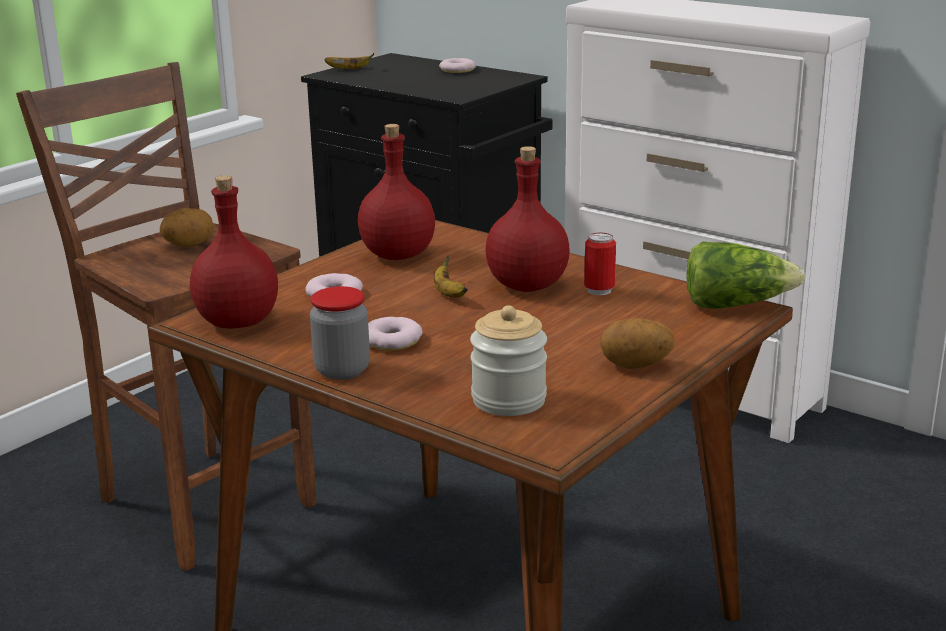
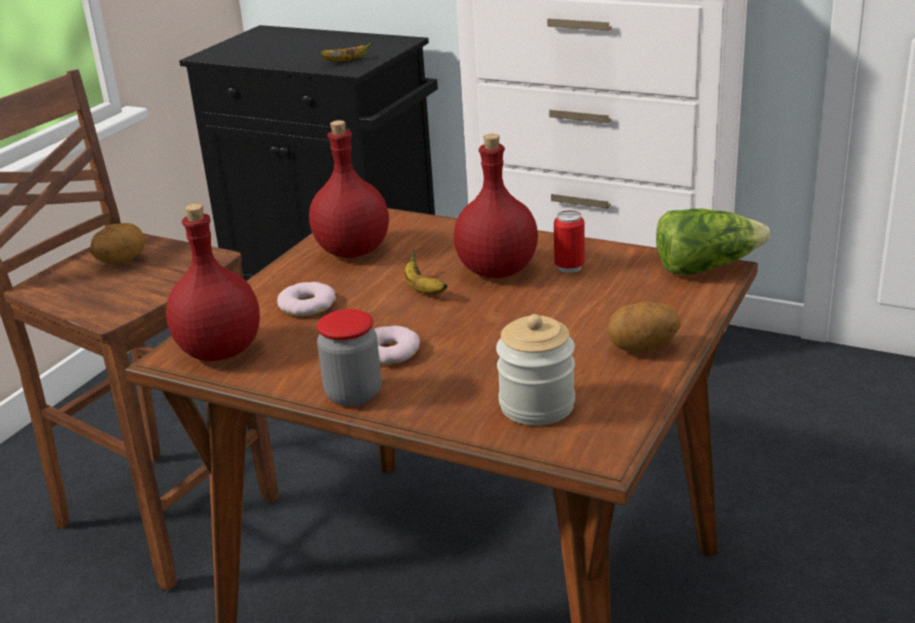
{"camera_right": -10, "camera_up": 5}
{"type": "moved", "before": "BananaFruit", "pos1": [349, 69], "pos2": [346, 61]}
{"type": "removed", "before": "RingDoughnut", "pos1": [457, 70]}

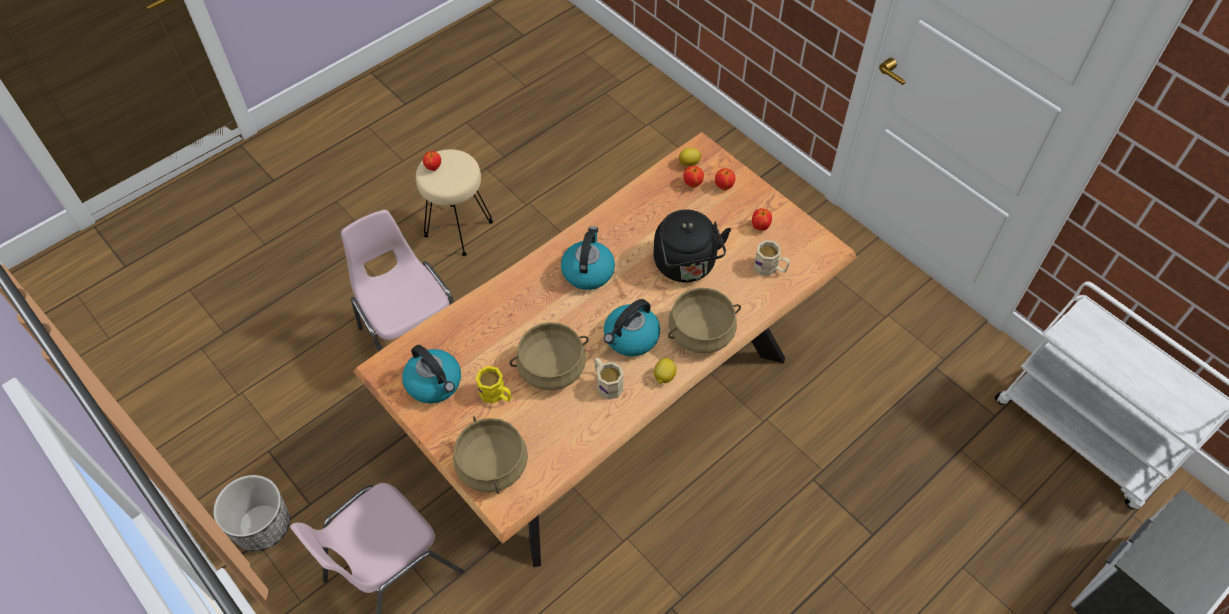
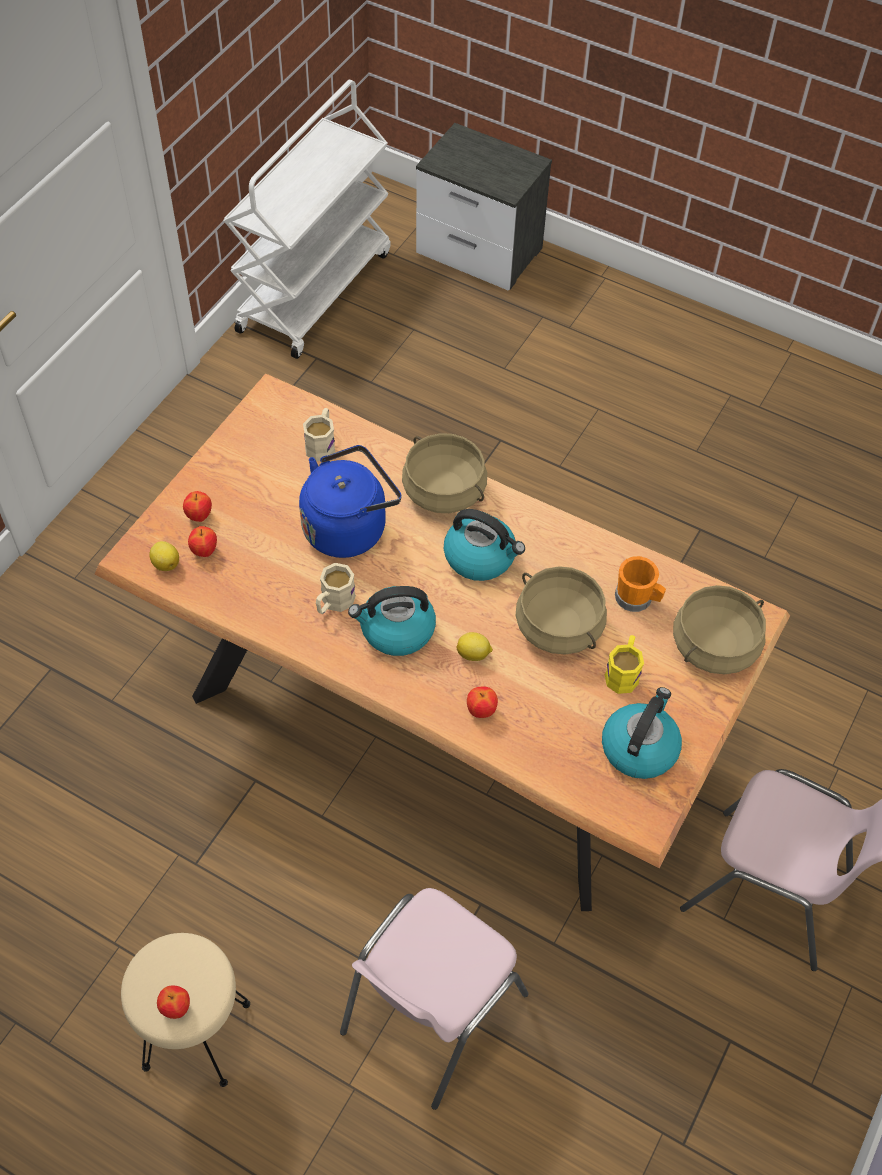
{"camera_right": -110, "camera_up": 0}
{"type": "recoloured", "before": "BlackColouredWaterKettle", "after": "BlueColouredWaterKettle", "pos1": [686, 266], "pos2": [349, 527]}
{"type": "moved", "before": "SandColouredCoffeeMug", "pos1": [606, 383], "pos2": [334, 603]}
{"type": "moved", "before": "Lemon", "pos1": [664, 376], "pos2": [473, 654]}
{"type": "moved", "before": "AppleFruit", "pos1": [760, 227], "pos2": [481, 711]}
{"type": "added", "after": "OrangeColouredCoffeeMug", "pos2": [637, 599]}
{"type": "removed", "before": "PlantPot", "pos1": [263, 526]}

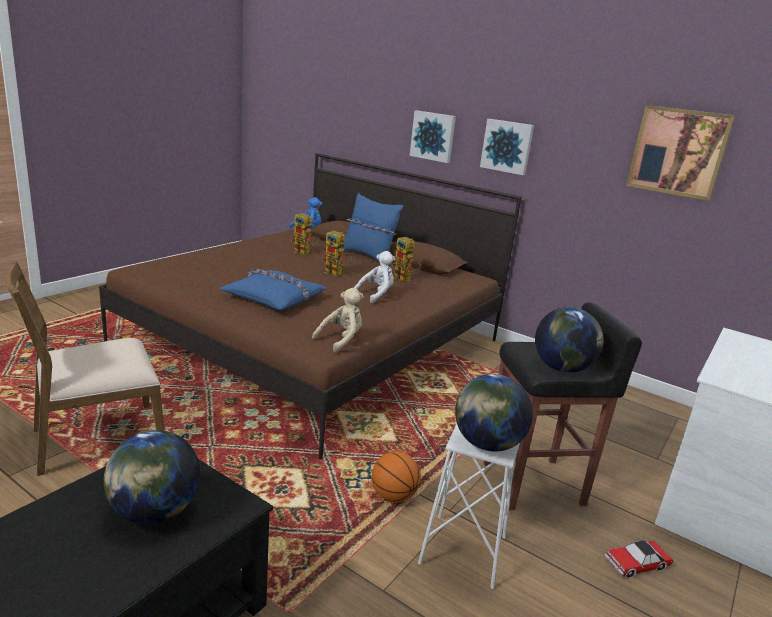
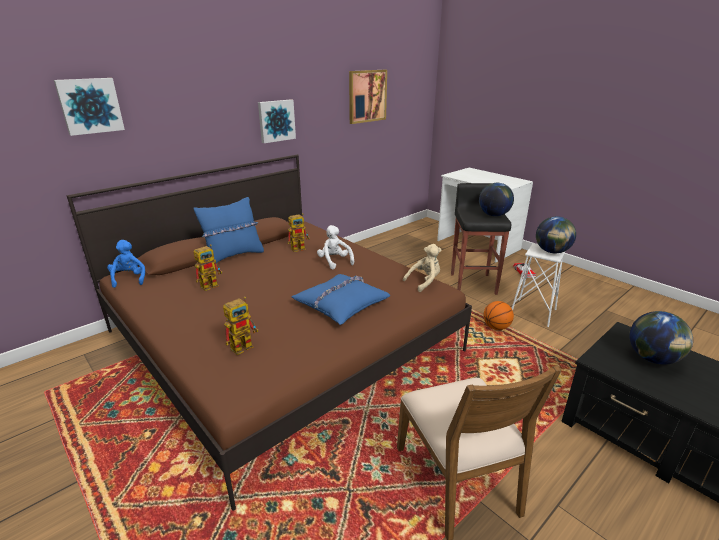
{"camera_right": -75, "camera_up": 5}
{"type": "moved", "before": "WallArt", "pos1": [433, 136], "pos2": [90, 106]}
{"type": "moved", "before": "ModelRobot", "pos1": [336, 274], "pos2": [245, 345]}
{"type": "turned", "before": "SandColouredSoftToy", "pos1": [341, 340], "pos2": [424, 282], "turn": 90}

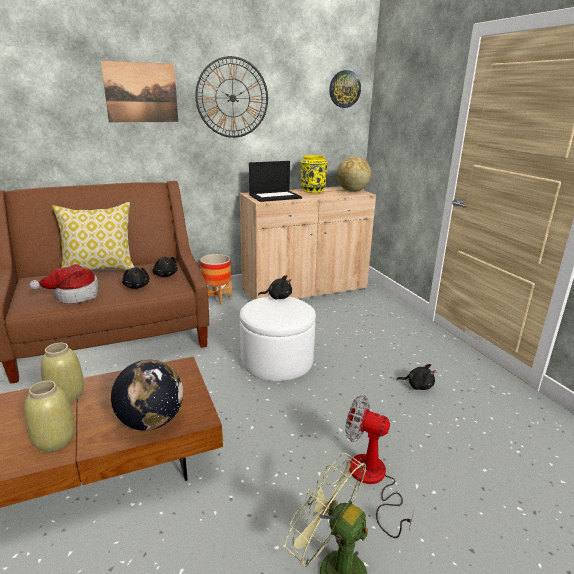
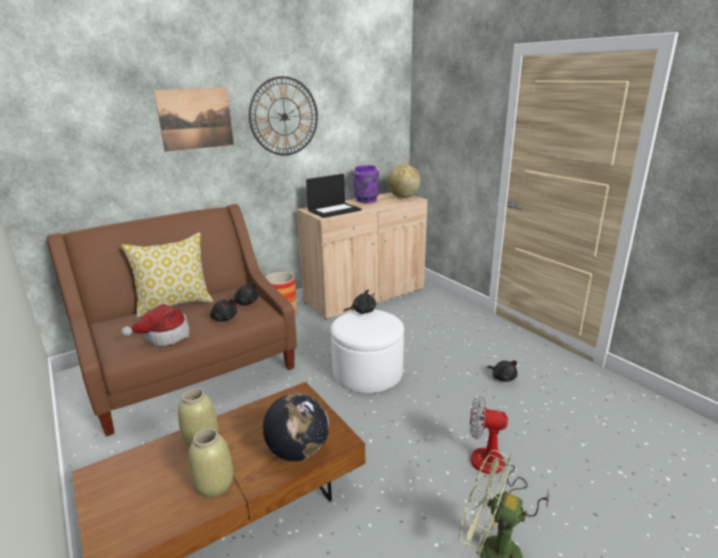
{"camera_right": -10, "camera_up": 0}
{"type": "recoloured", "before": "YellowishDecorativeVase", "after": "PurpleDecorativeVase", "pos1": [312, 191], "pos2": [366, 200]}
{"type": "turned", "before": "BlackColouredSoftToy", "pos1": [417, 385], "pos2": [502, 377], "turn": 45}
{"type": "removed", "before": "HangingClock", "pos1": [344, 89]}

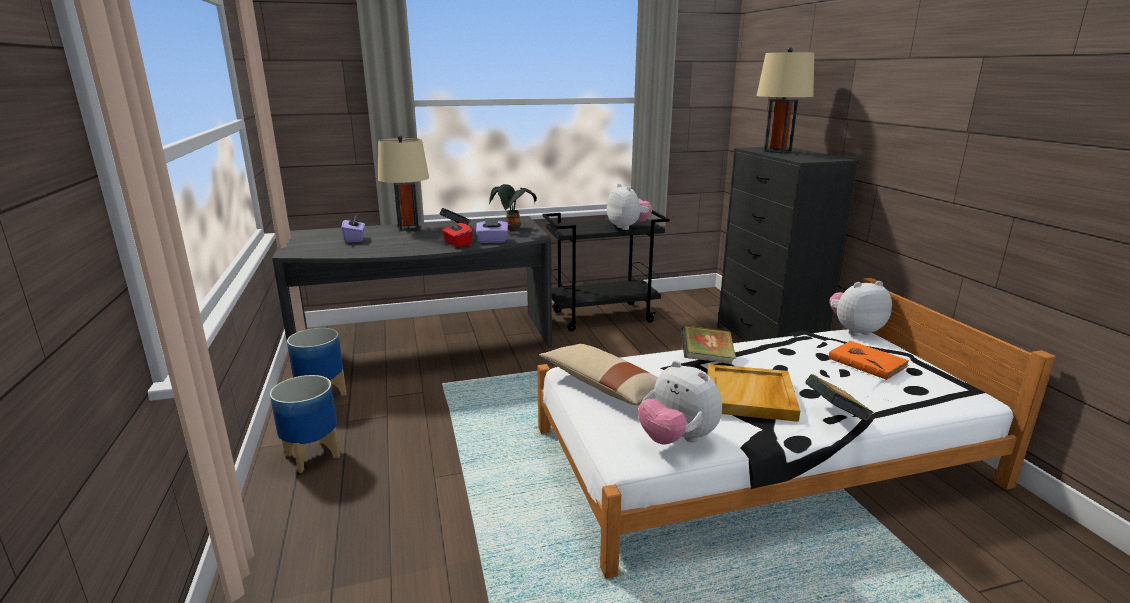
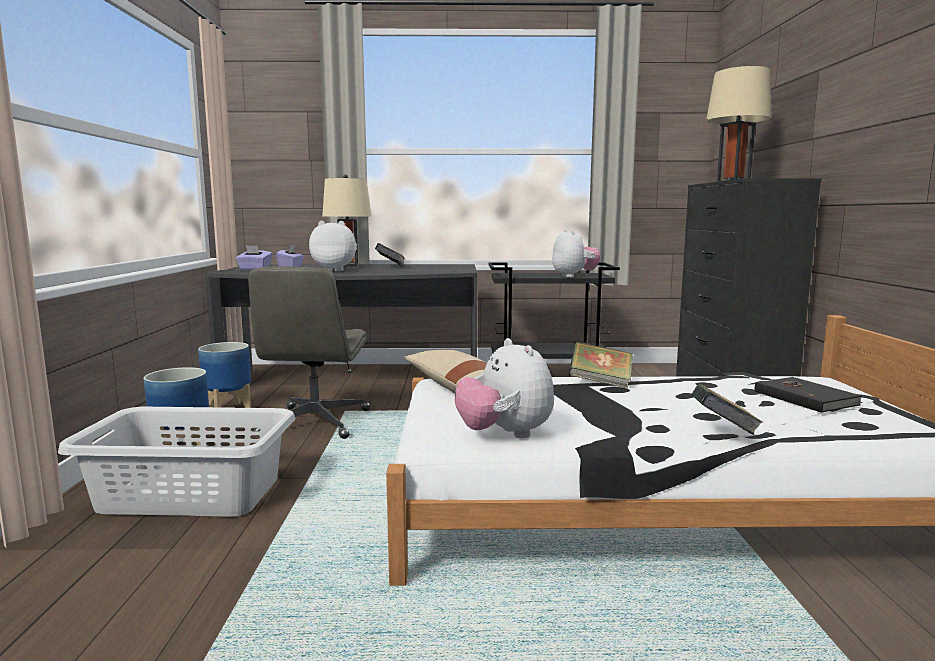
{"camera_right": 15, "camera_up": -10}
{"type": "added", "after": "GreyishLaundryBasket", "pos2": [190, 493]}
{"type": "moved", "before": "PurpleBoxOfTissues", "pos1": [492, 241], "pos2": [254, 269]}
{"type": "added", "after": "GreyishOfficeChair", "pos2": [315, 423]}
{"type": "moved", "before": "SoftToy", "pos1": [854, 330], "pos2": [335, 270]}
{"type": "recoloured", "before": "OrangeColouredBoundBook", "after": "BlackColouredBoundBook", "pos1": [867, 362], "pos2": [805, 397]}
{"type": "removed", "before": "ReddishBoxOfTissues", "pos1": [457, 244]}
{"type": "removed", "before": "PottedPlant", "pos1": [513, 229]}
{"type": "removed", "before": "SandColouredServingTray", "pos1": [750, 396]}

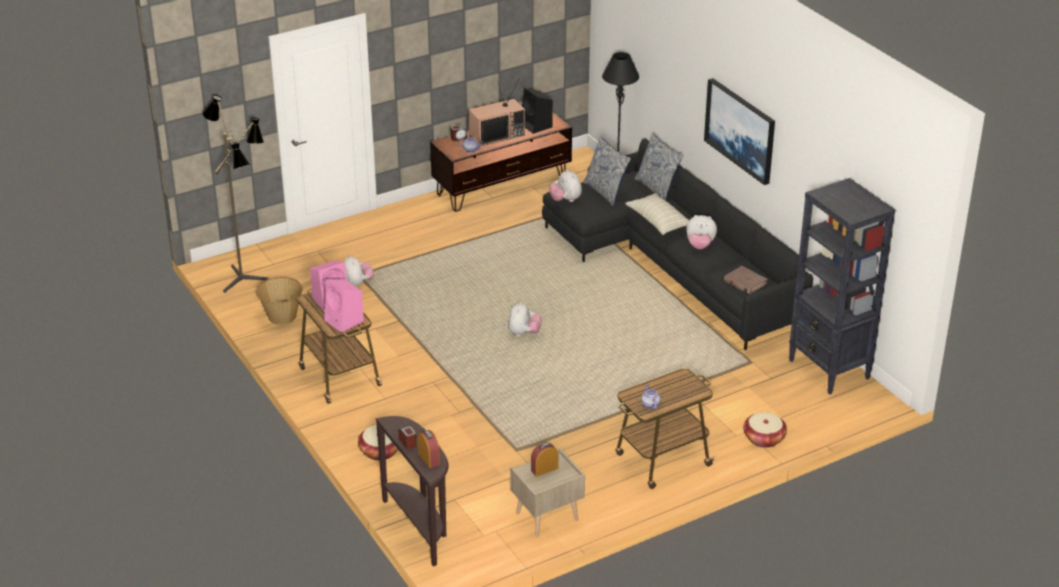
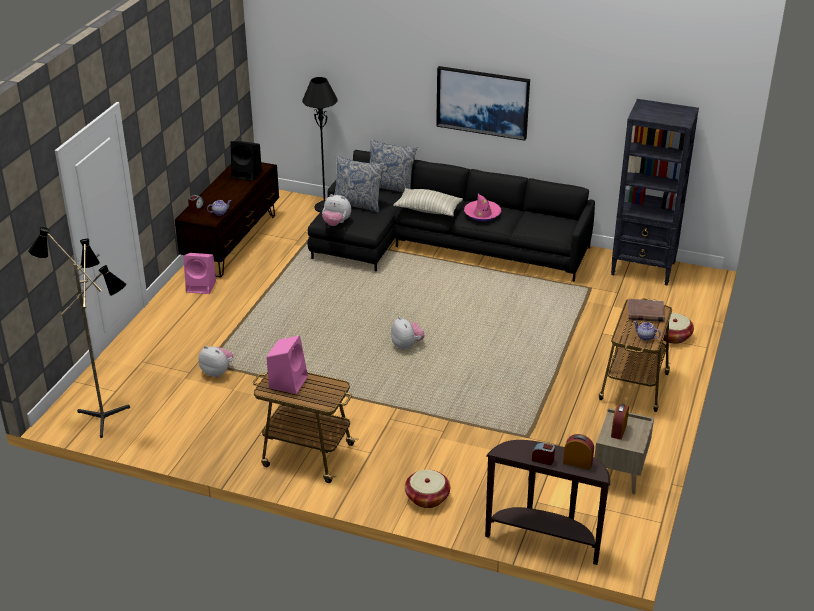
{"camera_right": -40, "camera_up": 0}
{"type": "moved", "before": "PinkColouredLoudspeaker", "pos1": [345, 321], "pos2": [202, 286]}
{"type": "replaced", "before": "SoftToy", "after": "PinkColouredClothingHat", "pos1": [700, 245], "pos2": [482, 214]}
{"type": "moved", "before": "BrownBoundBook", "pos1": [745, 282], "pos2": [645, 312]}
{"type": "removed", "before": "Basket", "pos1": [281, 316]}
{"type": "removed", "before": "Television", "pos1": [497, 135]}

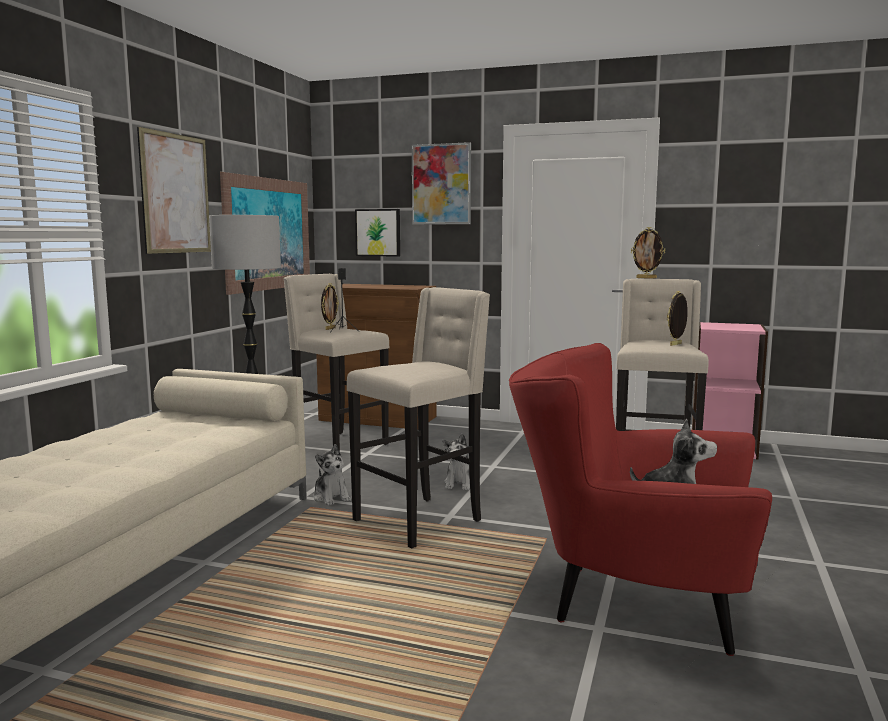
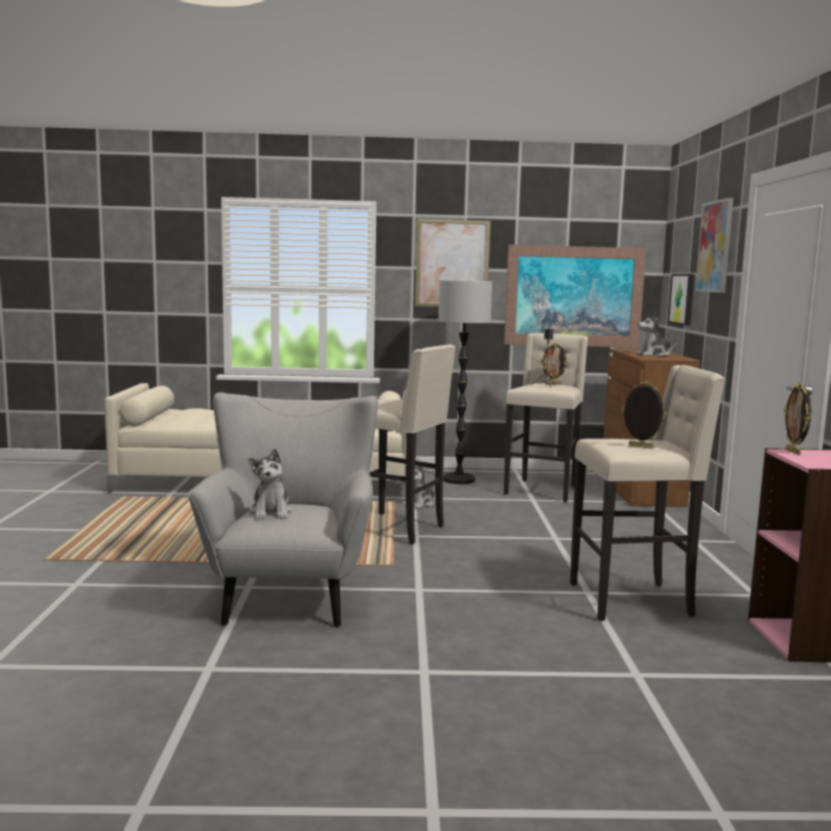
{"camera_right": 70, "camera_up": 0}
{"type": "recoloured", "before": "ReddishLoungeChair", "after": "GreyishLoungeChair", "pos1": [629, 602], "pos2": [291, 594]}
{"type": "moved", "before": "SoftToy", "pos1": [460, 483], "pos2": [654, 355]}
{"type": "moved", "before": "PhotoFrame", "pos1": [646, 278], "pos2": [794, 452]}

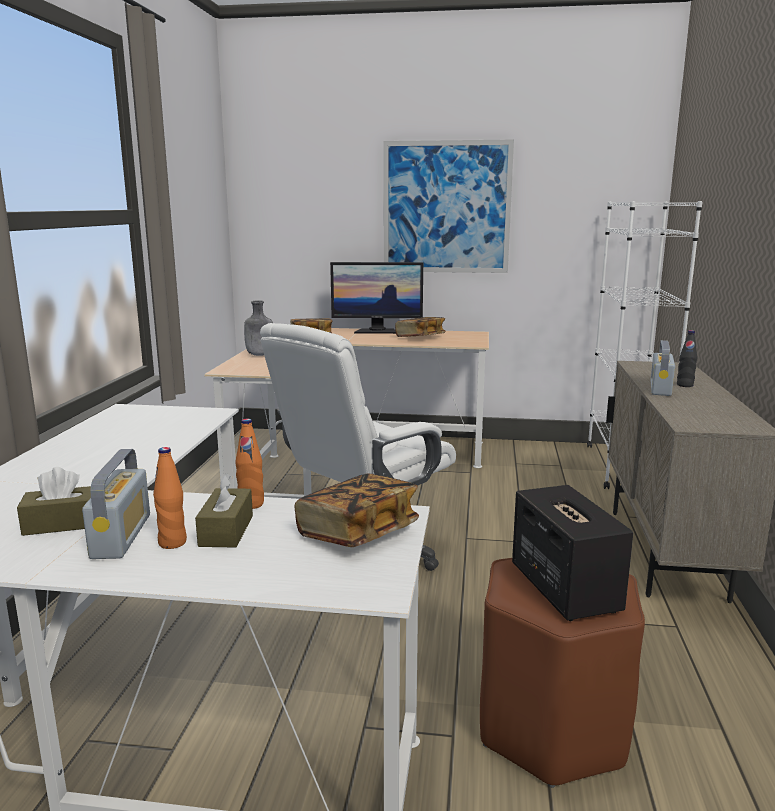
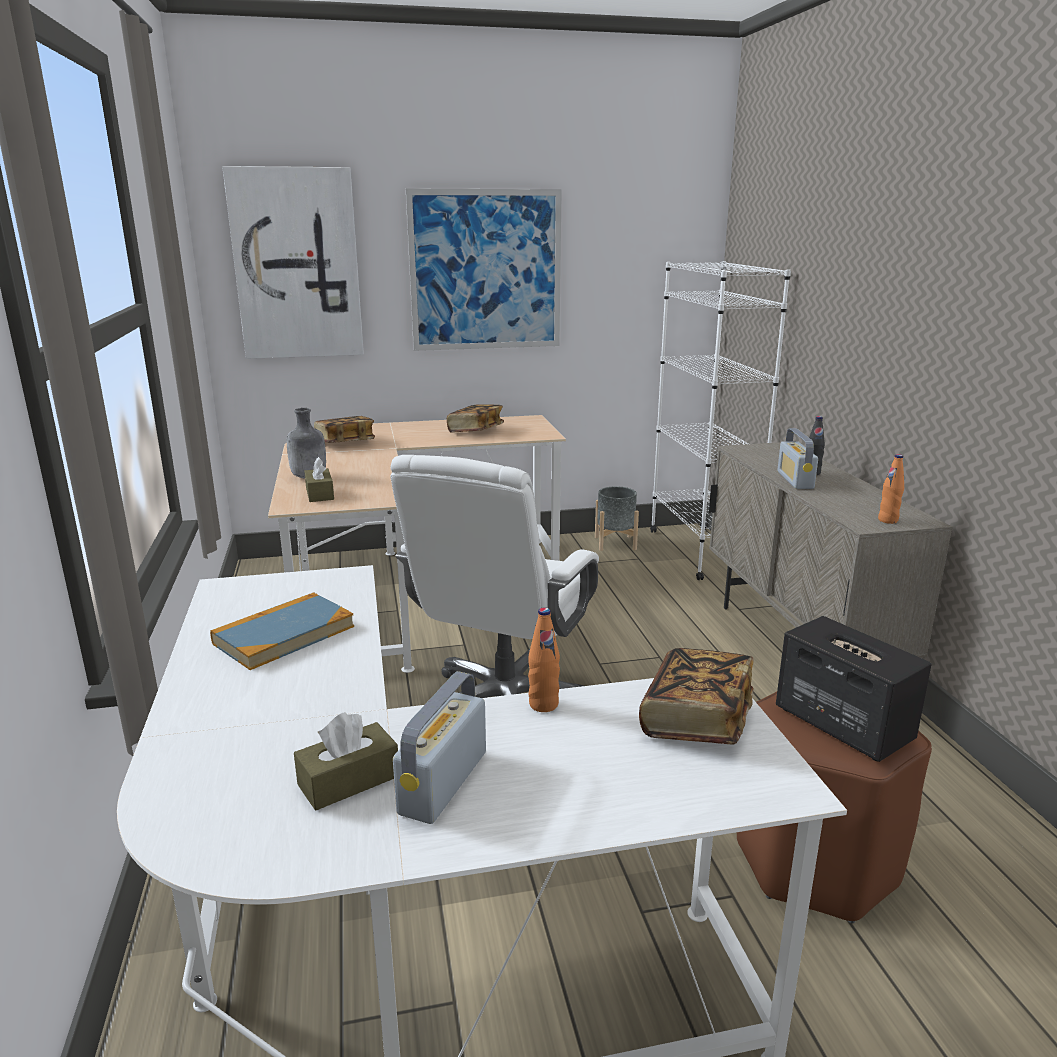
{"camera_right": -20, "camera_up": 5}
{"type": "added", "after": "BoundBook", "pos2": [284, 635]}
{"type": "added", "after": "WallArt", "pos2": [297, 264]}
{"type": "moved", "before": "BrownBoxOfTissues", "pos1": [226, 530], "pos2": [320, 494]}
{"type": "turned", "before": "RadioSet", "pos1": [121, 536], "pos2": [443, 782], "turn": -135}
{"type": "added", "after": "GreyishPlantPot", "pos2": [615, 543]}
{"type": "moved", "before": "OrangeColouredBottle", "pos1": [172, 543], "pos2": [888, 520]}
{"type": "removed", "before": "ComputerScreen", "pos1": [377, 331]}

